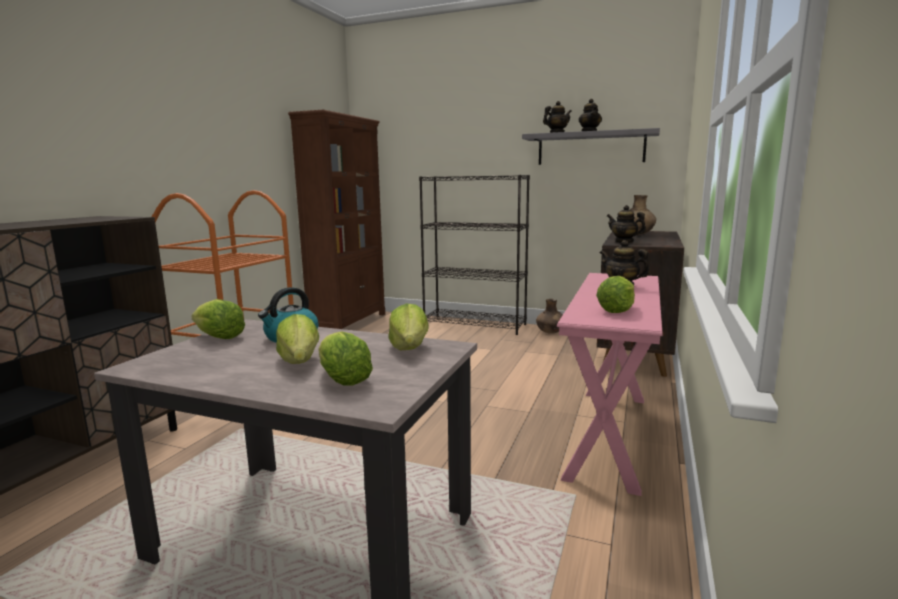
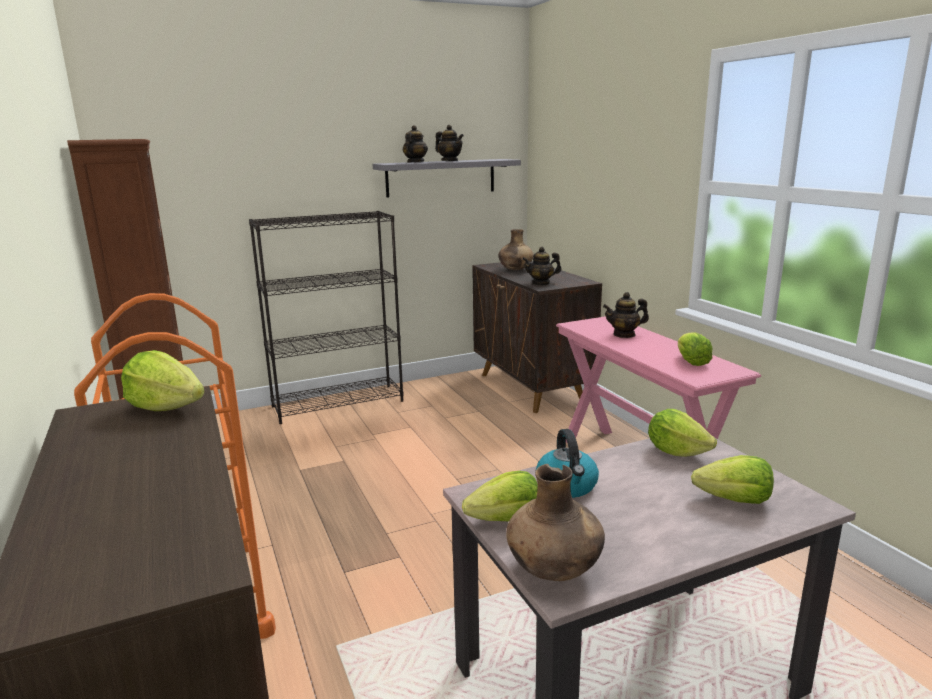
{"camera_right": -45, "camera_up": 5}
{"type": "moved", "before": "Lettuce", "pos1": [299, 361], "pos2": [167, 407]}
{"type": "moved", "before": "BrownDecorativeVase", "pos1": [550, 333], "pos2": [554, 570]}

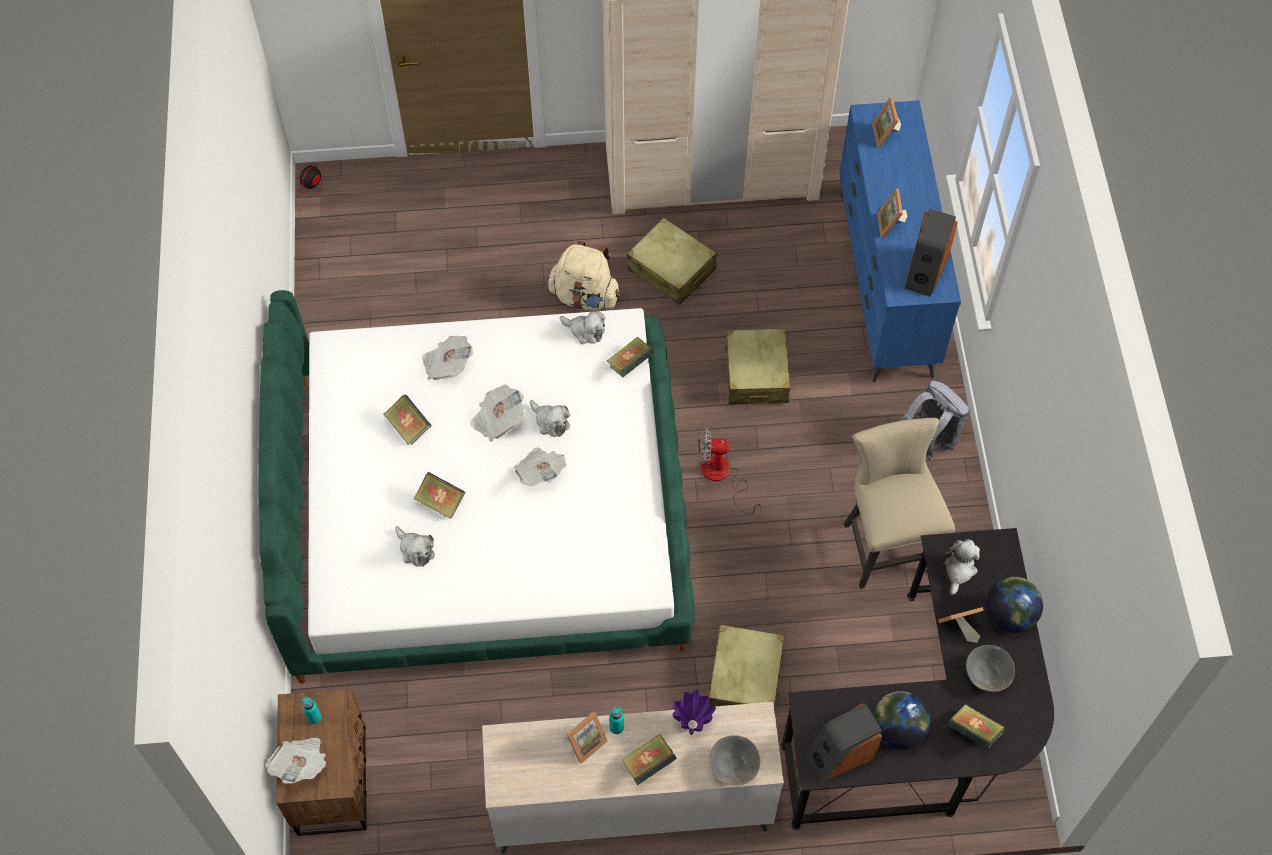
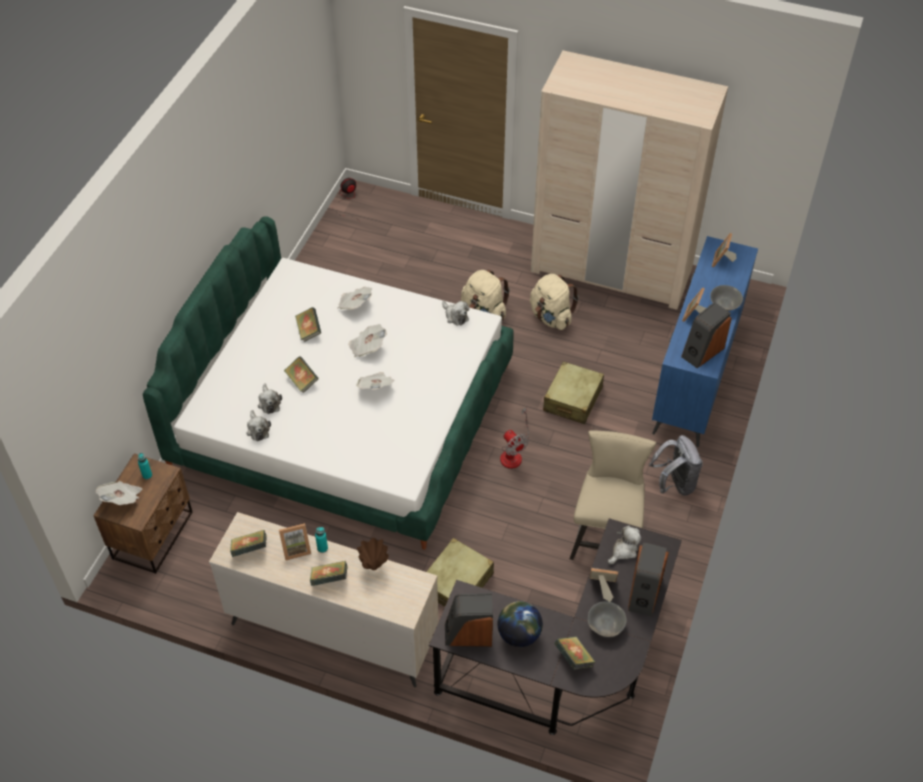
{"camera_right": 25, "camera_up": -10}
{"type": "moved", "before": "BoundBook", "pos1": [630, 364], "pos2": [249, 549]}
{"type": "moved", "before": "SoftToy", "pos1": [550, 422], "pos2": [257, 429]}
{"type": "recoloured", "before": "PurpleDecorativeVase", "after": "BrownDecorativeVase", "pos1": [692, 723], "pos2": [374, 566]}
{"type": "turned", "before": "ElectricFan", "pos1": [722, 476], "pos2": [513, 453], "turn": -150}
{"type": "replaced", "before": "SandColouredTravelCase", "after": "SandColouredKnapsack", "pos1": [671, 270], "pos2": [551, 317]}
{"type": "replaced", "before": "DeskGlobe", "after": "Loudspeaker", "pos1": [1009, 615], "pos2": [644, 593]}
{"type": "moved", "before": "GreyishServingBowl", "pos1": [733, 765], "pos2": [724, 304]}

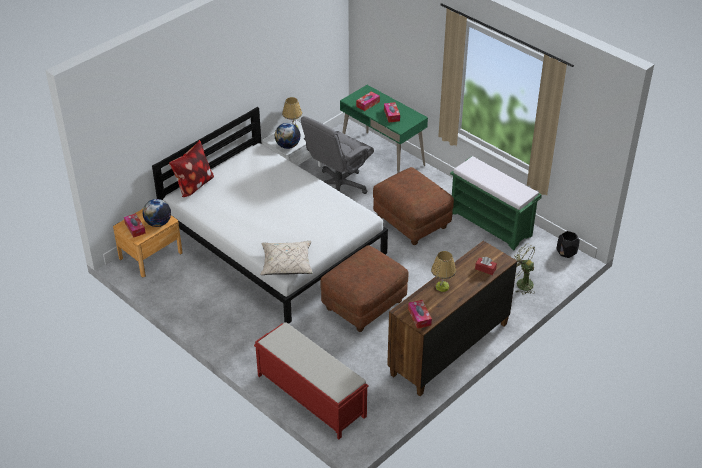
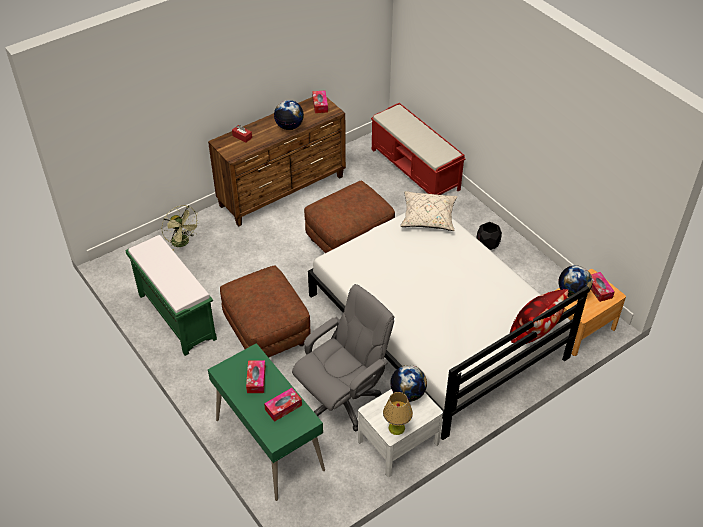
{"camera_right": -170, "camera_up": 5}
{"type": "replaced", "before": "TableLamp", "after": "DeskGlobe", "pos1": [442, 286], "pos2": [289, 126]}
{"type": "moved", "before": "BlackColouredPlantPot", "pos1": [566, 252], "pos2": [487, 244]}

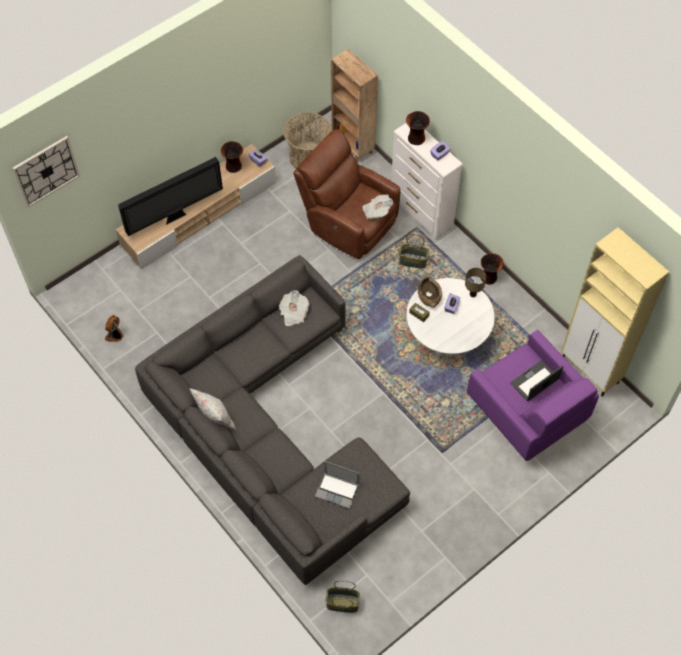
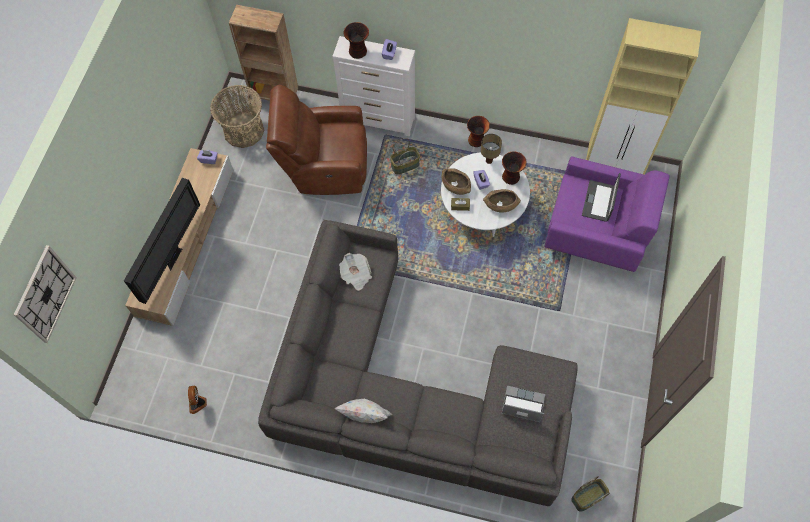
{"camera_right": -35, "camera_up": 5}
{"type": "added", "after": "BrownServingBowl", "pos2": [500, 204]}
{"type": "moved", "before": "DecorativeVase", "pos1": [234, 166], "pos2": [511, 177]}
{"type": "turned", "before": "PortableComputer", "pos1": [338, 490], "pos2": [522, 405], "turn": -150}
{"type": "removed", "before": "Newspaper", "pos1": [376, 211]}

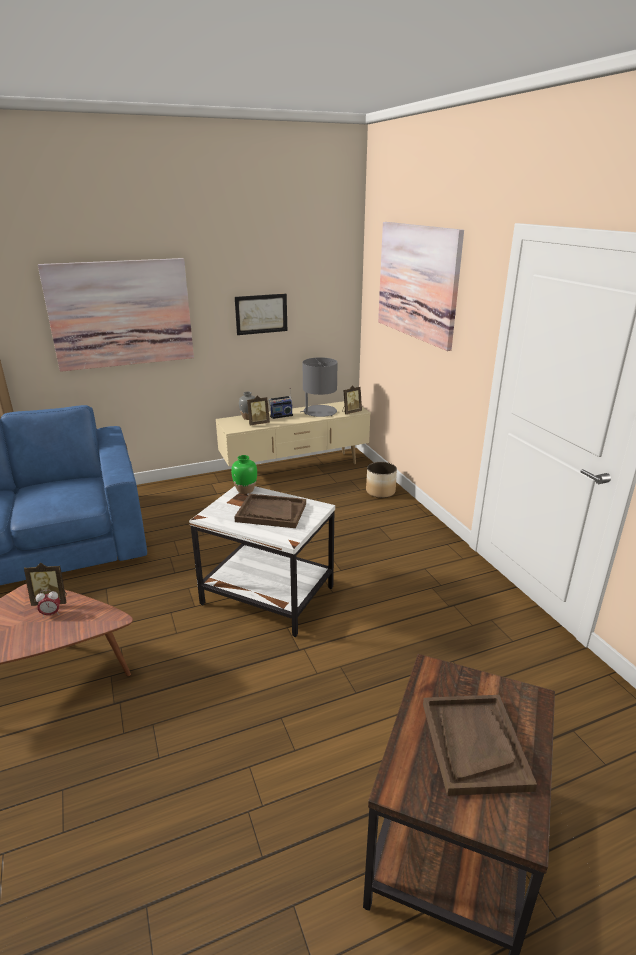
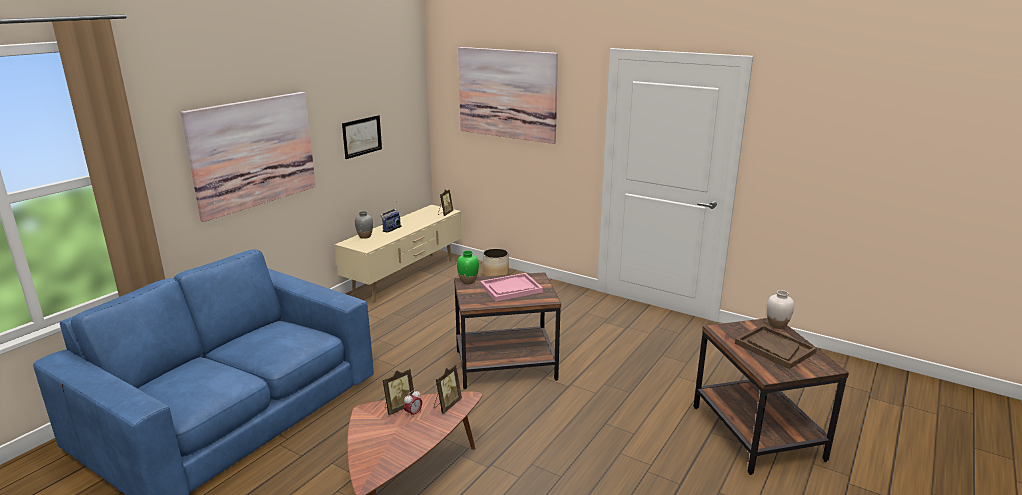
{"camera_right": -35, "camera_up": -5}
{"type": "moved", "before": "PhotoFrame", "pos1": [258, 423], "pos2": [446, 405]}
{"type": "recoloured", "before": "WhiteColouredEndTable", "after": "BrownEndTable", "pos1": [268, 595], "pos2": [505, 365]}
{"type": "recoloured", "before": "BrownServingTray", "after": "PinkColouredServingTray", "pos1": [271, 512], "pos2": [511, 289]}
{"type": "added", "after": "WhiteColouredDecorativeVase", "pos2": [777, 325]}
{"type": "removed", "before": "GreyishTableLamp", "pos1": [319, 412]}

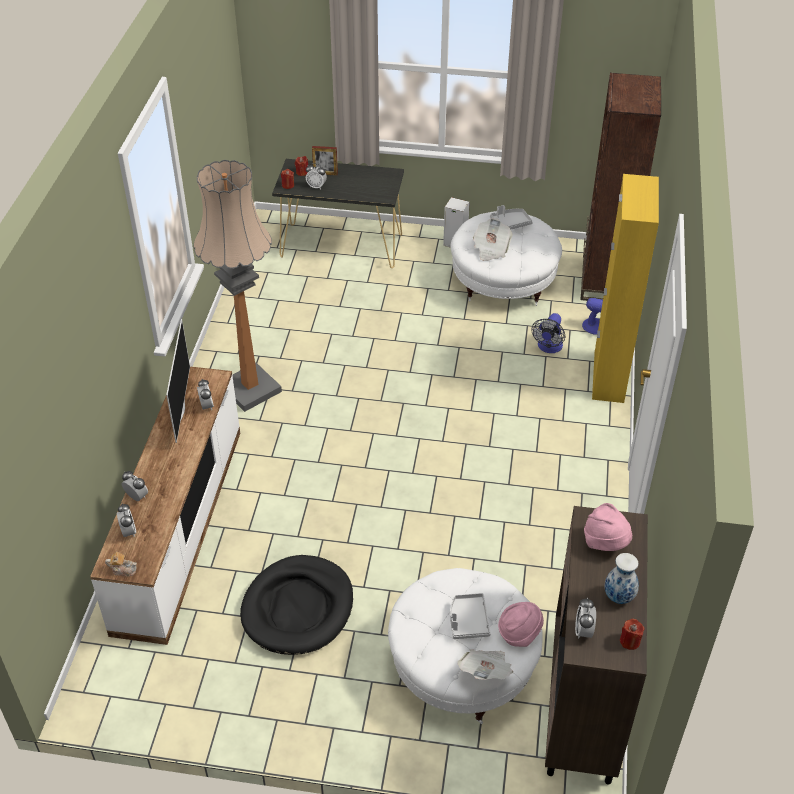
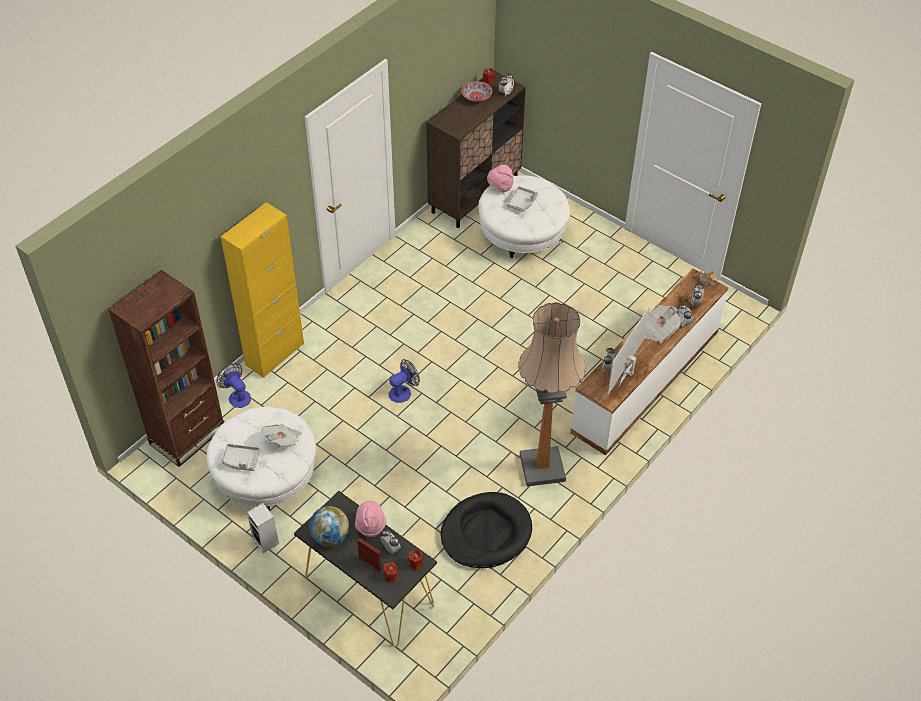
{"camera_right": -150, "camera_up": 5}
{"type": "added", "after": "DeskGlobe", "pos2": [330, 537]}
{"type": "moved", "before": "PinkColouredClothingHat", "pos1": [605, 543], "pos2": [370, 526]}
{"type": "moved", "before": "ElectricFan", "pos1": [548, 347], "pos2": [403, 392]}
{"type": "moved", "before": "BlackColouredDogCushion", "pos1": [298, 608], "pos2": [486, 533]}
{"type": "replaced", "before": "DecorativeVase", "after": "ServingBowl", "pos1": [618, 597], "pos2": [477, 97]}
{"type": "moved", "before": "Newspaper", "pos1": [486, 672], "pos2": [659, 330]}

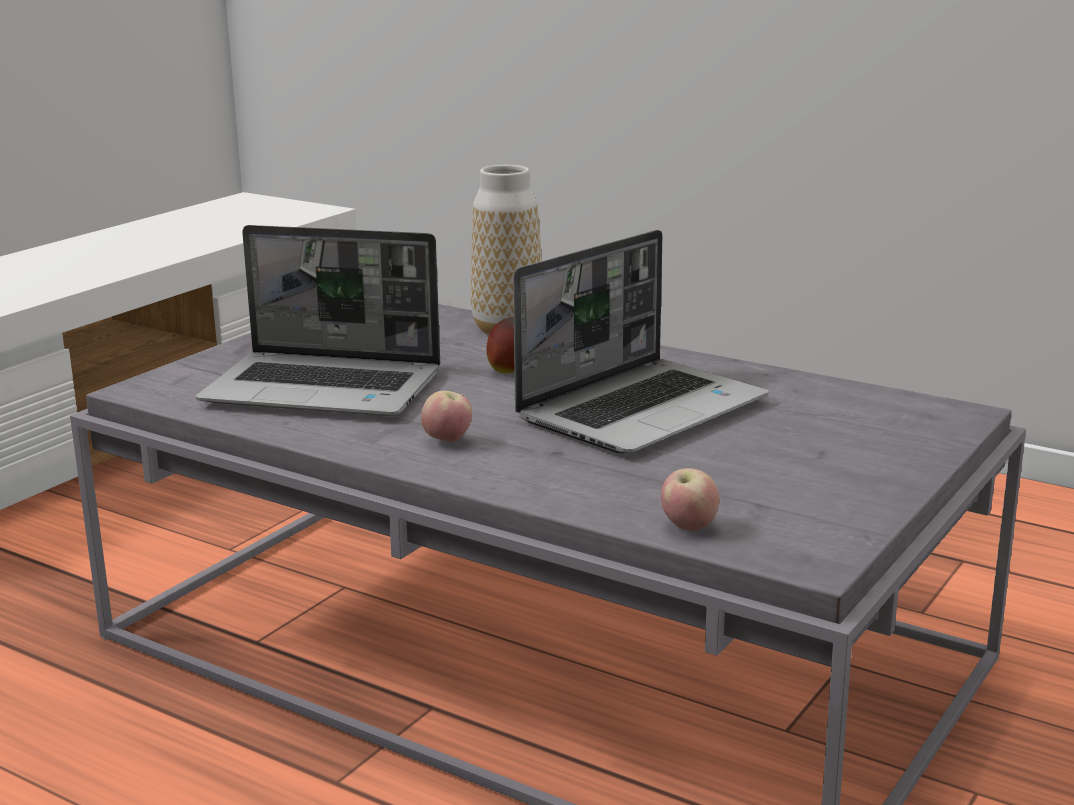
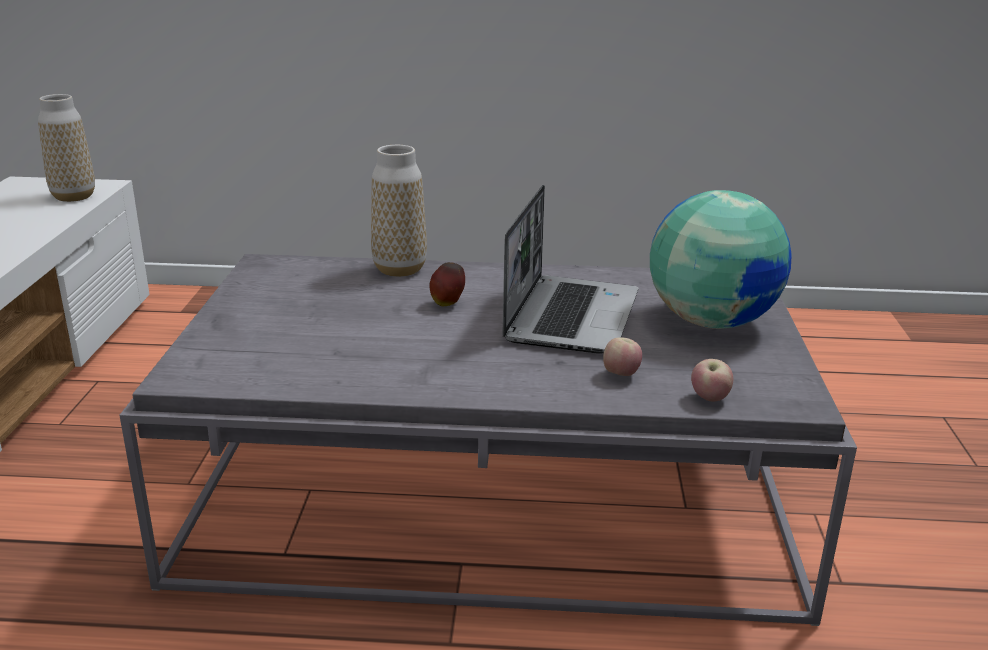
{"camera_right": -30, "camera_up": 5}
{"type": "added", "after": "DecorativeVase", "pos2": [74, 196]}
{"type": "moved", "before": "AppleFruit", "pos1": [447, 441], "pos2": [621, 375]}
{"type": "added", "after": "DeskGlobe", "pos2": [711, 321]}
{"type": "removed", "before": "PortableComputer", "pos1": [326, 389]}

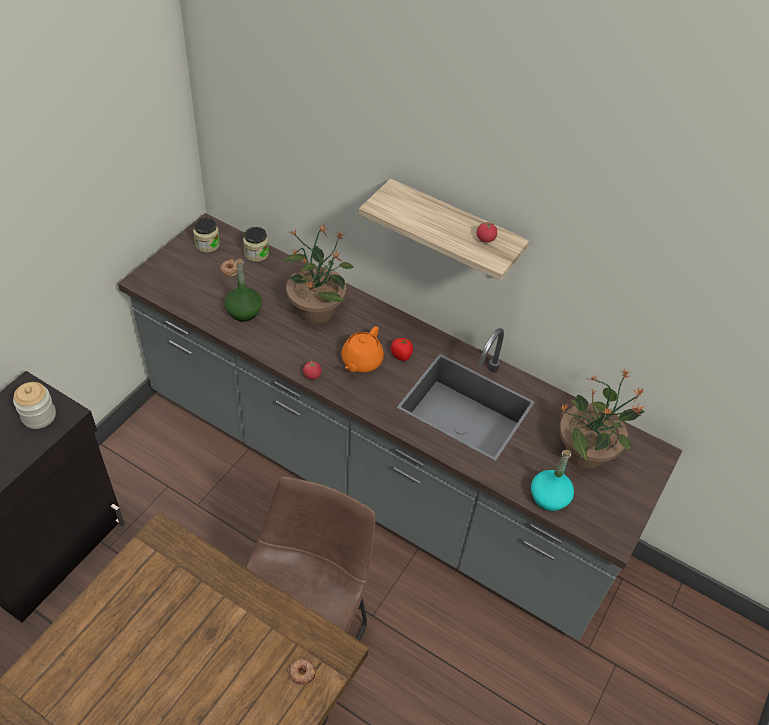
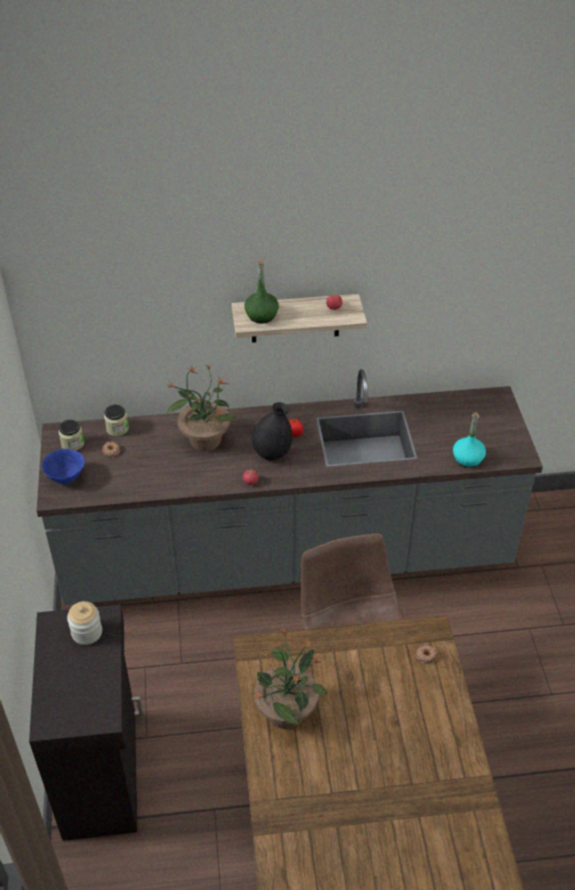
{"camera_right": -35, "camera_up": -5}
{"type": "added", "after": "BlueColouredServingBowl", "pos2": [66, 478]}
{"type": "moved", "before": "GreenishBottle", "pos1": [244, 312], "pos2": [261, 316]}
{"type": "replaced", "before": "OrangeColouredTeaPot", "after": "BlackColouredDecorativeVase", "pos1": [361, 361], "pos2": [272, 453]}
{"type": "moved", "before": "PottedPlant", "pos1": [586, 452], "pos2": [287, 711]}

